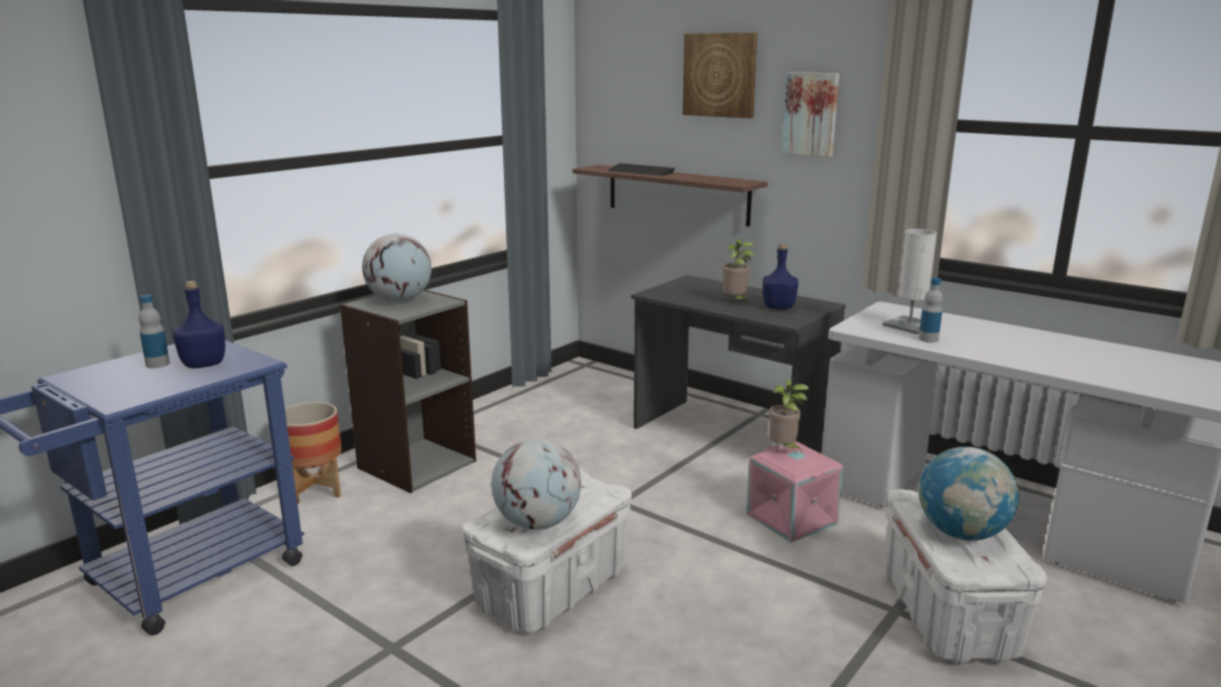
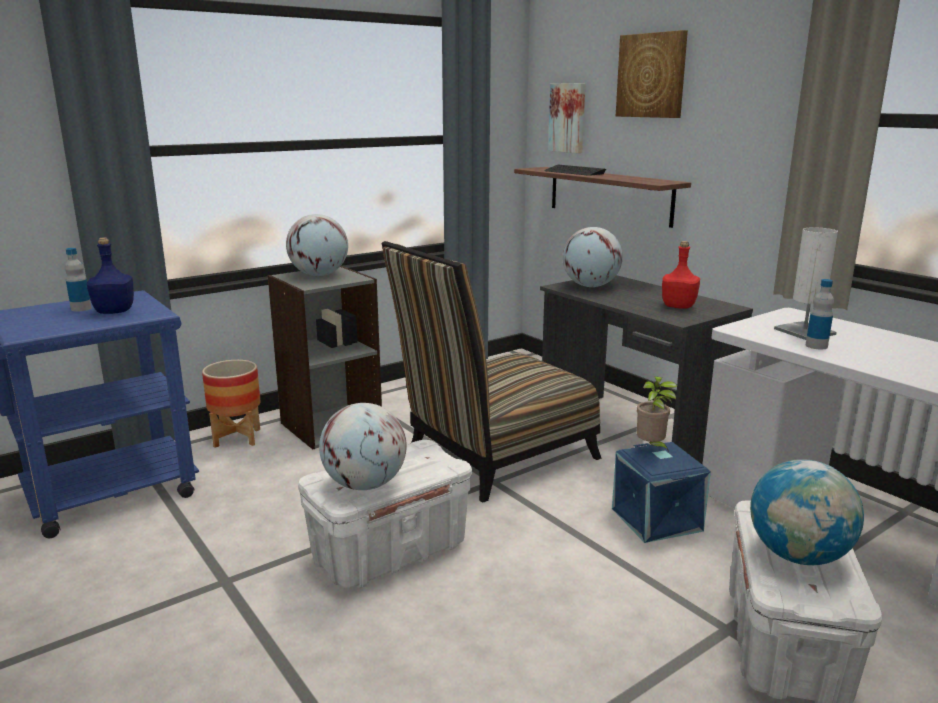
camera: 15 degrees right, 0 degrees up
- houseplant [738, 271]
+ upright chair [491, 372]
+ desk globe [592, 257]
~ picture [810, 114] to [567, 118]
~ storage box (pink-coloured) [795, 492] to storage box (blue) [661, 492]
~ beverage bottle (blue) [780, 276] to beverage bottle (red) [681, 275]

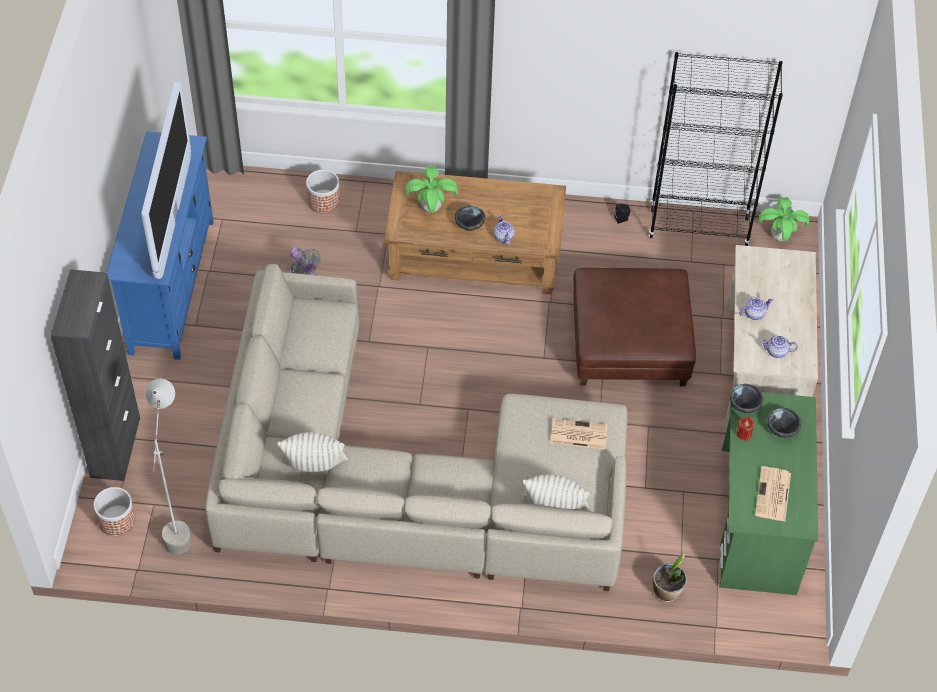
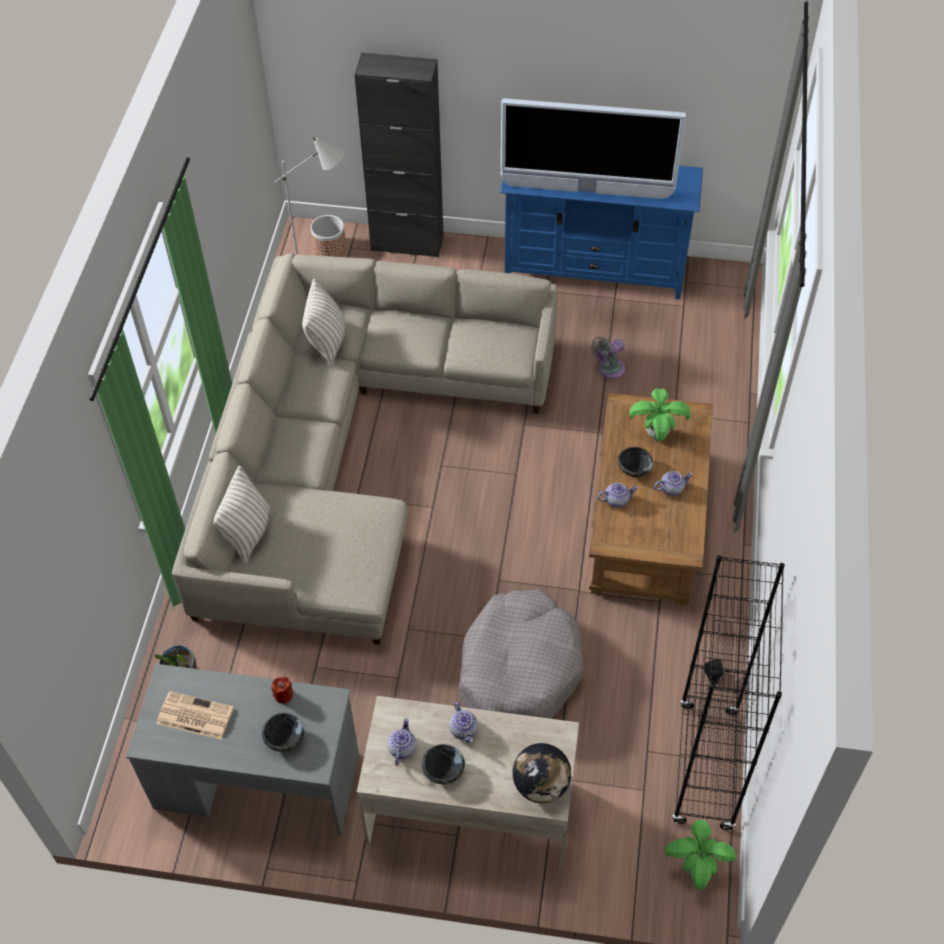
camera: 95 degrees right, 0 degrees up
- plant pot [323, 192]
- daily paper [579, 433]
+ desk globe [541, 773]
+ tea pot [673, 483]
~ deep dish (black) [746, 398] to [443, 764]
~ footrest (brown) [634, 327] to pet bed (gray) [521, 654]
~ desk table (greenish) [768, 492] to desk table (gray) [242, 750]

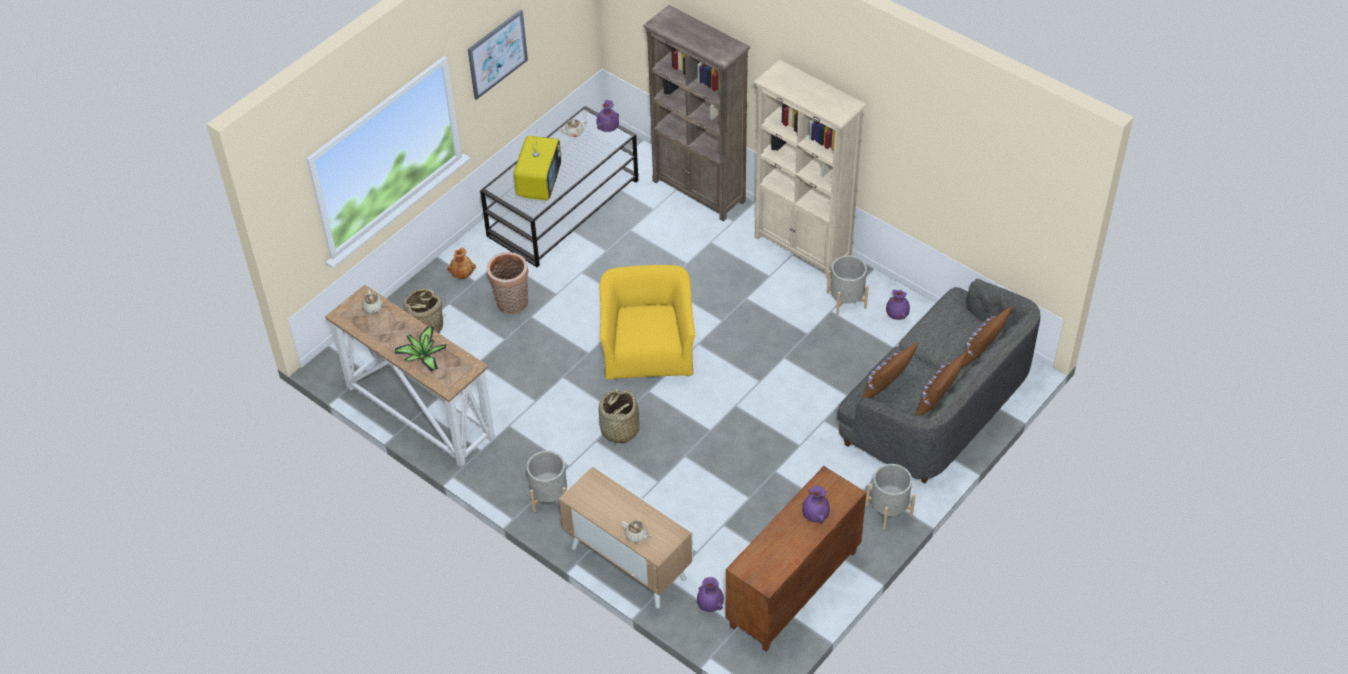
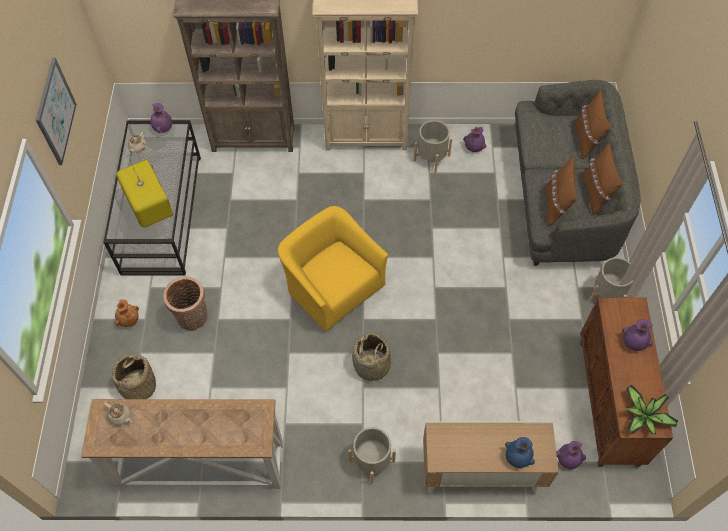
camera: 40 degrees left, 10 degrees up
~ houseplant [420, 348] to [652, 409]
~ tea pot (beige-coloured) [636, 531] to flower vase (blue) [520, 452]

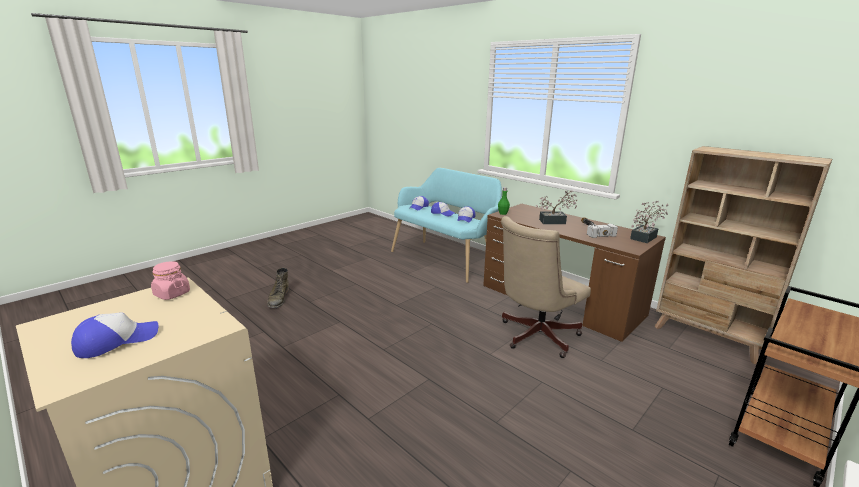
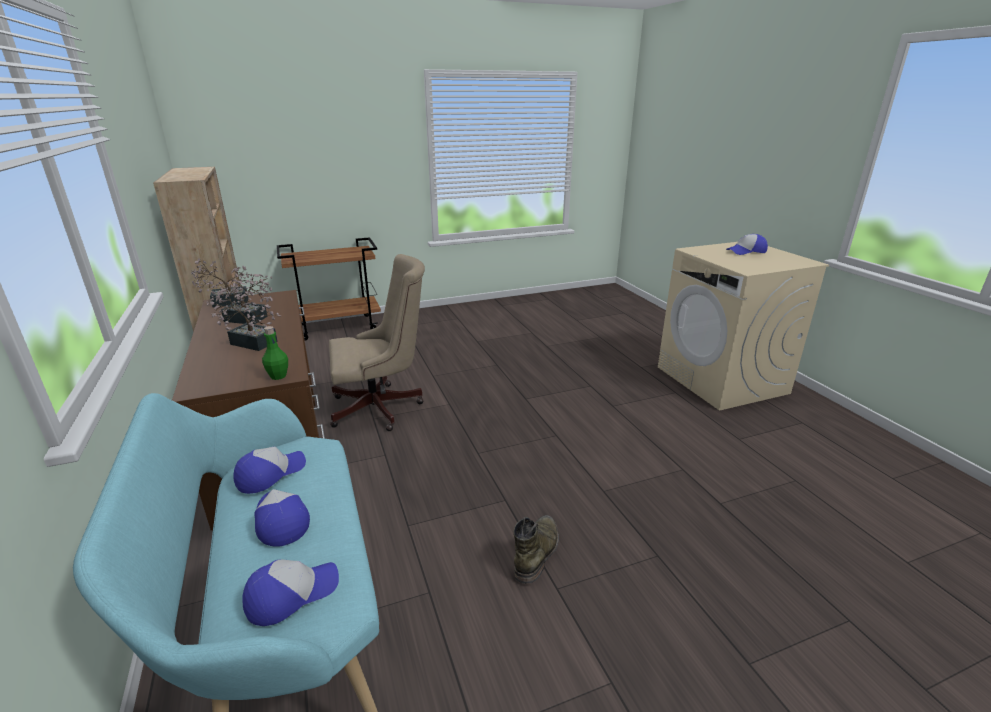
camera: 155 degrees left, 5 degrees up
- storage jar (pink-coloured) [170, 280]
~ boot (greenish) [278, 288] to [536, 549]
~ hand hammer [599, 227] to houseplant [241, 298]

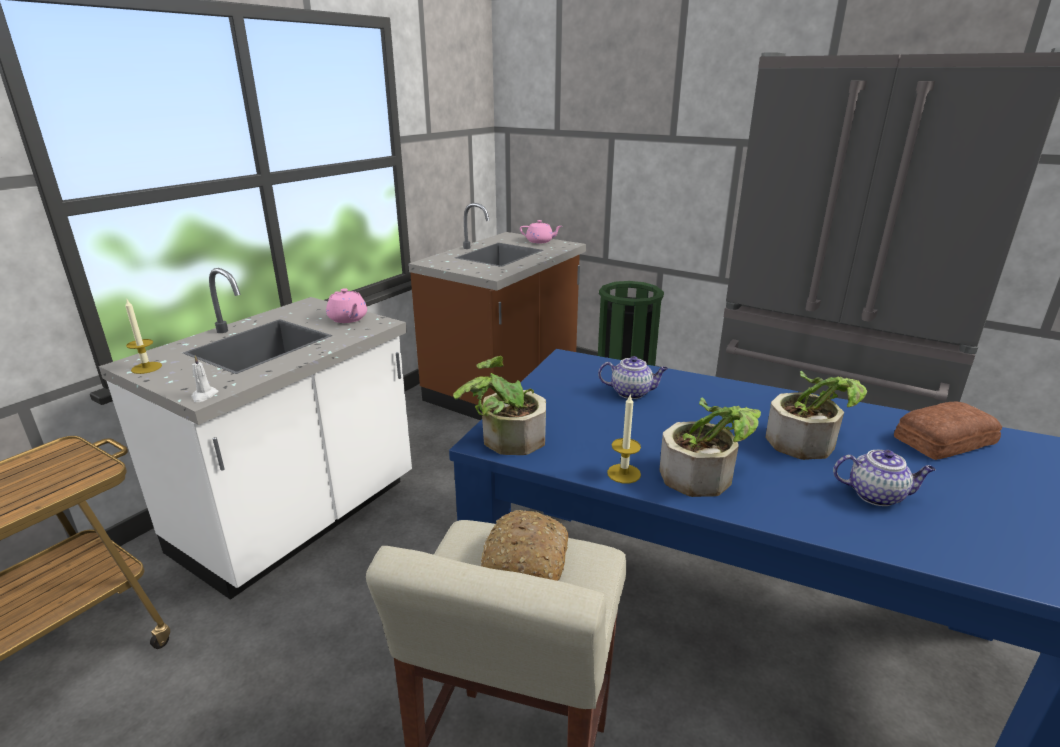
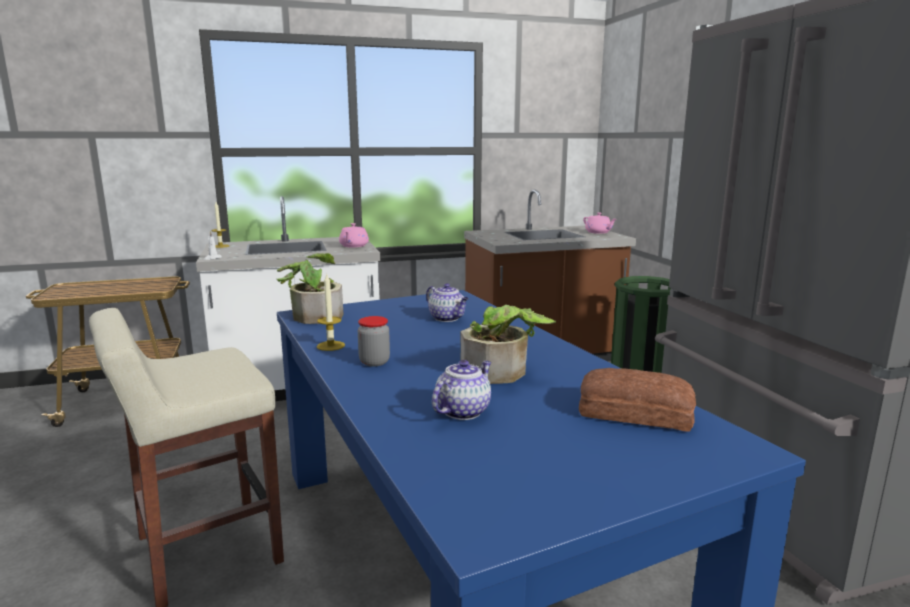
camera: 40 degrees right, 10 degrees down
- bakery bread [524, 545]
~ houseplant [710, 447] to storage jar [374, 341]
~ tea pot [884, 478] = [461, 390] 105 degrees counterclockwise

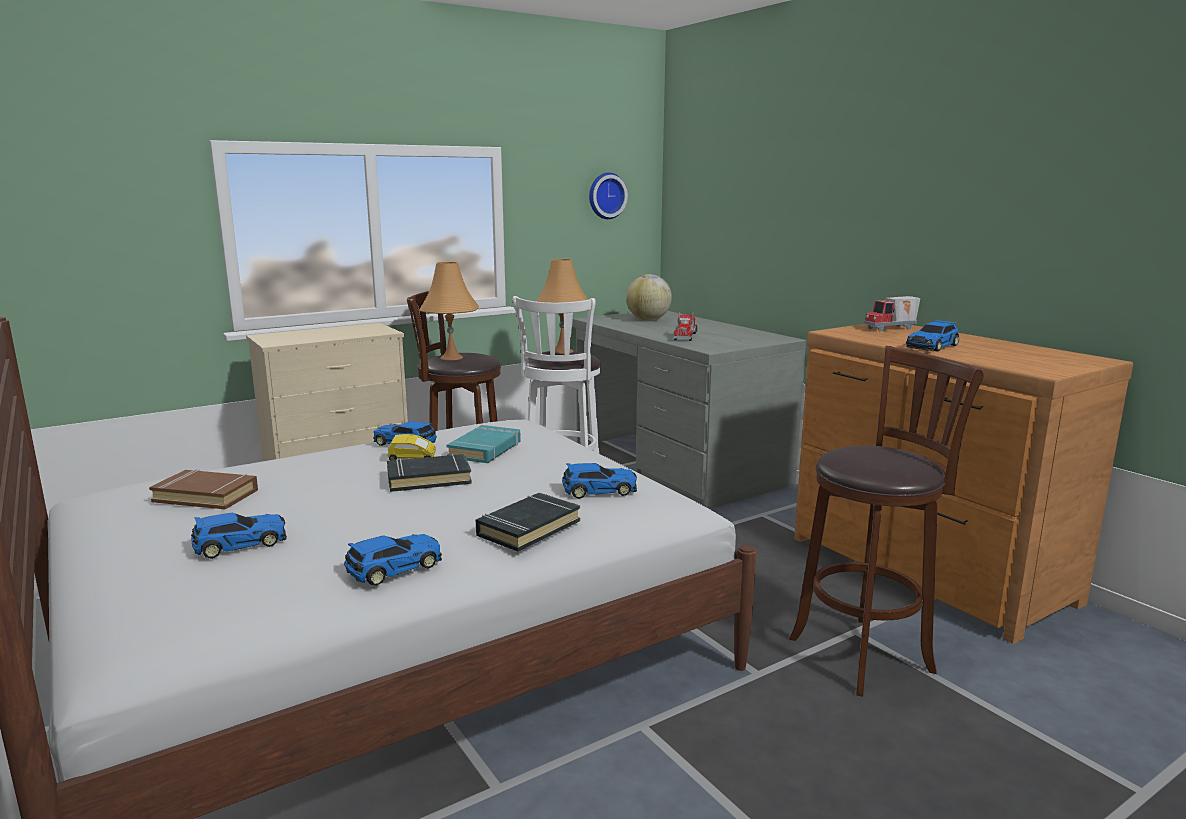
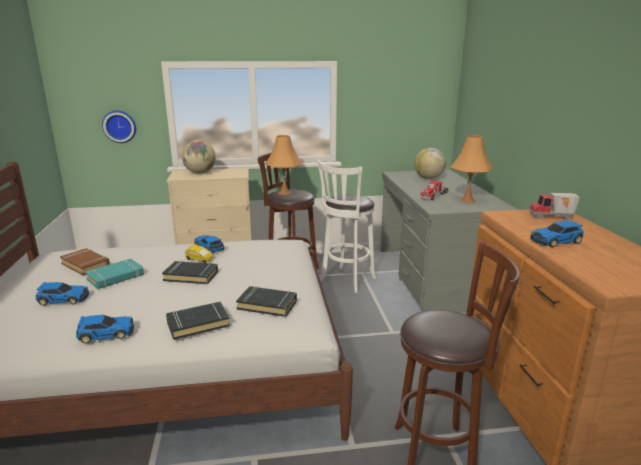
camera: 25 degrees right, 5 degrees up
+ desk globe [199, 157]
~ bound book (blue-green) [484, 444] to [114, 274]
~ table lamp (orange) [562, 306] to [471, 169]
~ hanging clock [608, 196] to [119, 127]
~ toy car [599, 481] to bound book (black) [266, 301]

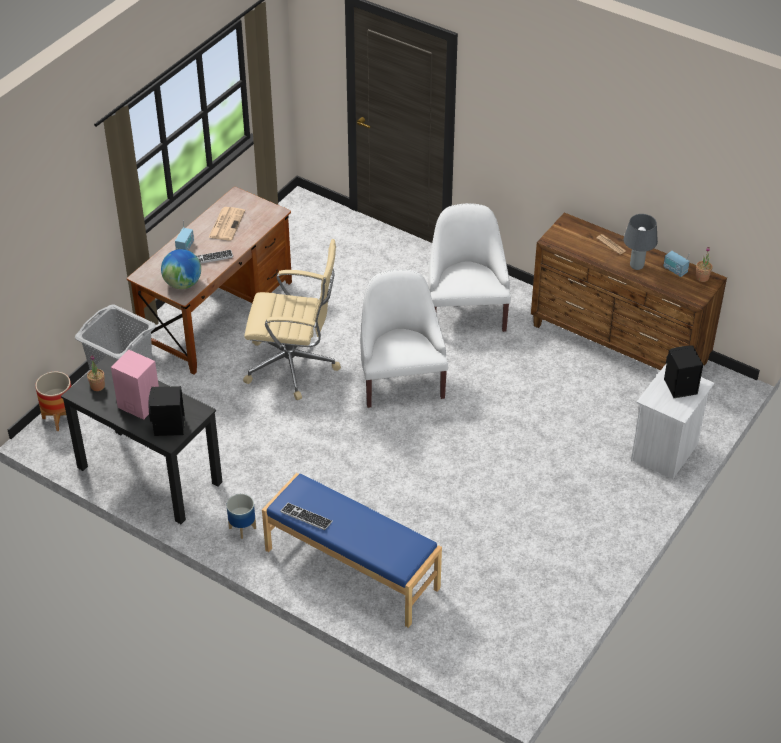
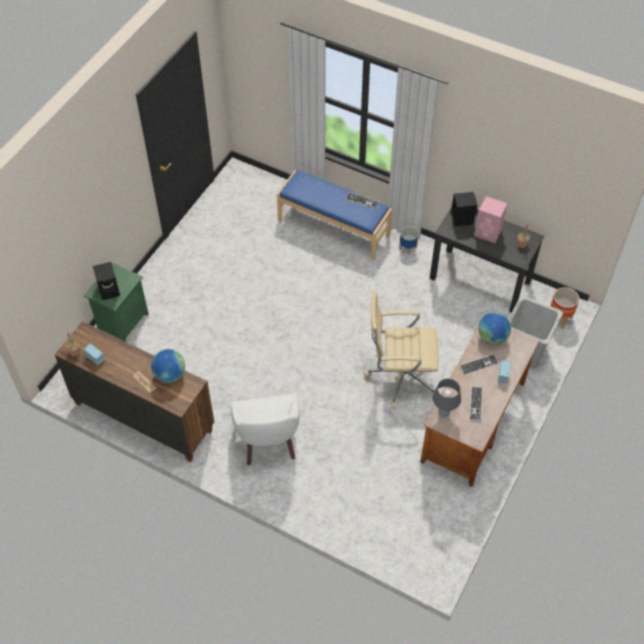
camera: 175 degrees right, 10 degrees up
- lounge chair (whitish) [404, 338]
+ desk globe [168, 366]
~ table lamp (gray) [641, 242] to [446, 398]
~ daily paper [226, 224] to PC keyboard [476, 404]
~ nightstand (whitish) [672, 421] to nightstand (greenish) [116, 302]

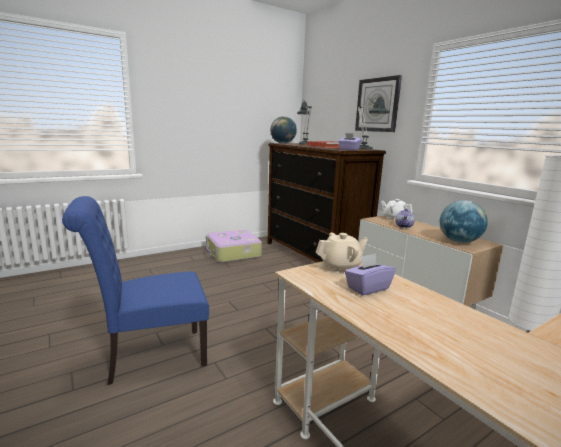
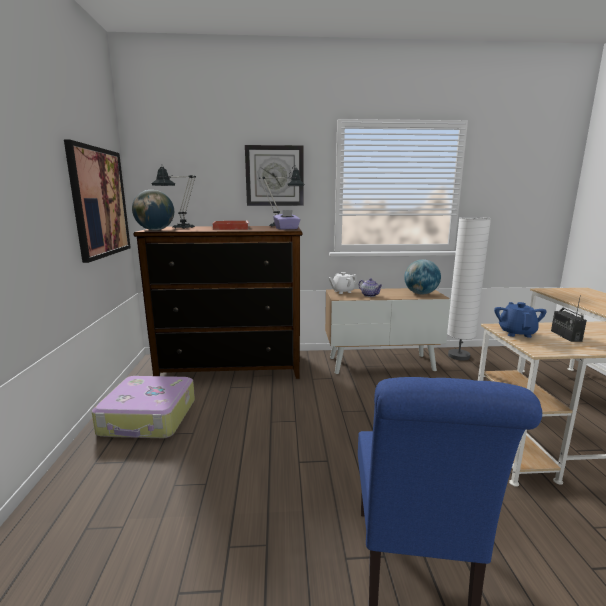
camera: 60 degrees left, 0 degrees up
+ picture [97, 201]
~ tissue holder (purplish) [370, 275] to radio [569, 318]
~ tea pot (beige-coloured) [342, 252] to tea pot (blue) [520, 320]

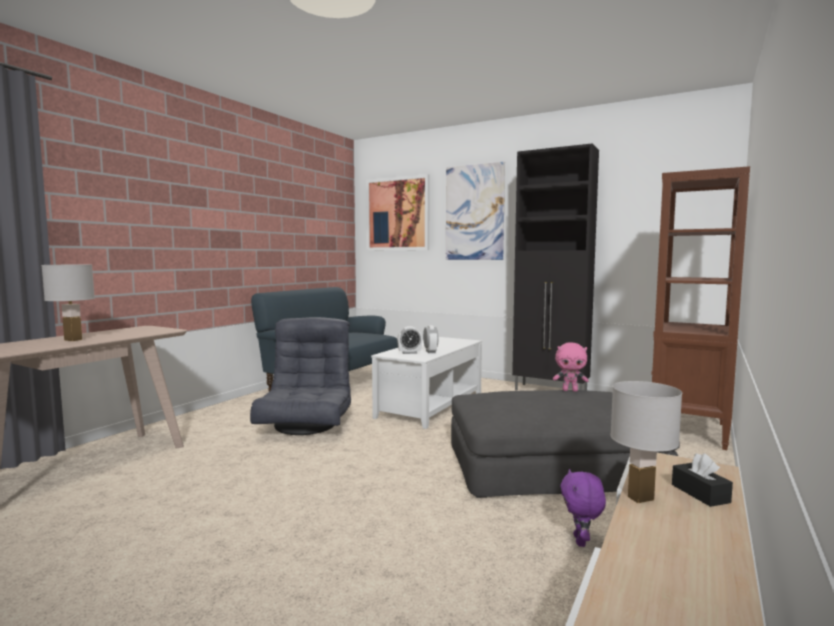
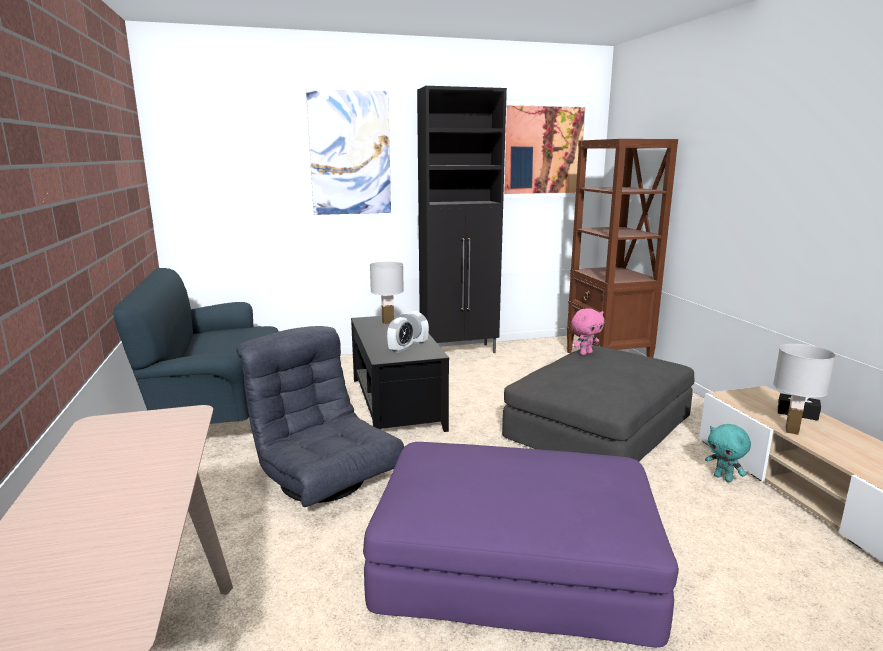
camera: 45 degrees left, 10 degrees up
+ footrest (purplish) [521, 545]
~ table lamp (whitish) [68, 303] to [387, 292]
~ picture [397, 212] to [546, 149]
~ low table (whitish) [426, 383] to low table (black) [400, 373]
~ soft toy (purplish) [583, 508] to soft toy (blue-green) [728, 453]

